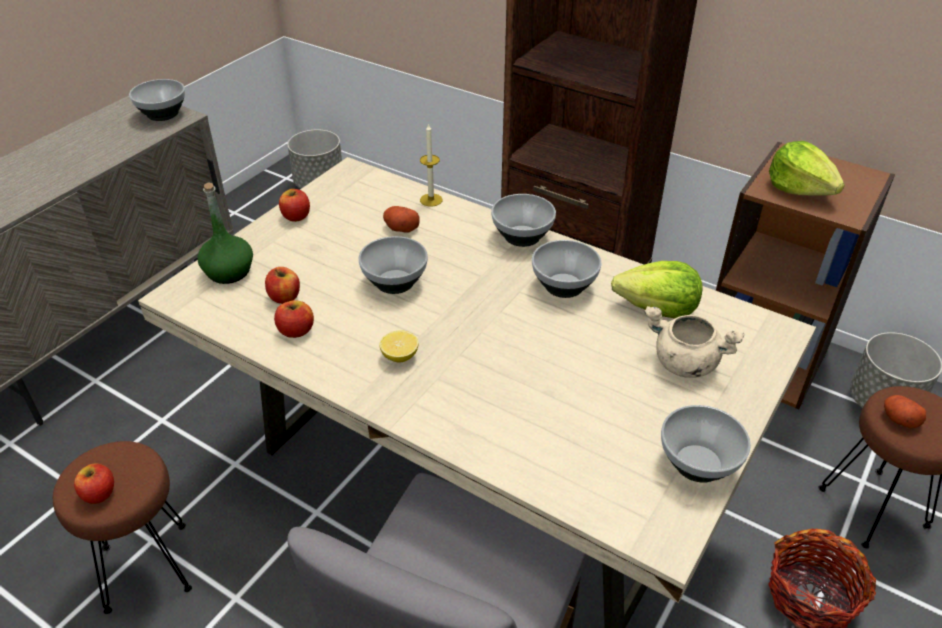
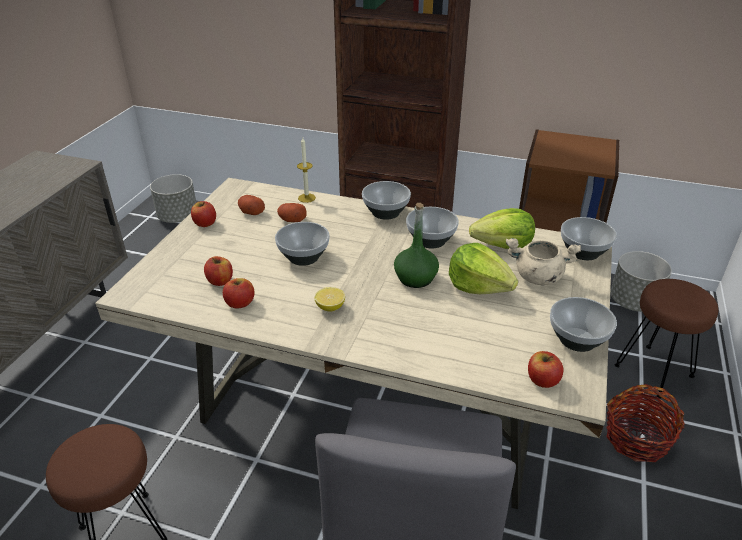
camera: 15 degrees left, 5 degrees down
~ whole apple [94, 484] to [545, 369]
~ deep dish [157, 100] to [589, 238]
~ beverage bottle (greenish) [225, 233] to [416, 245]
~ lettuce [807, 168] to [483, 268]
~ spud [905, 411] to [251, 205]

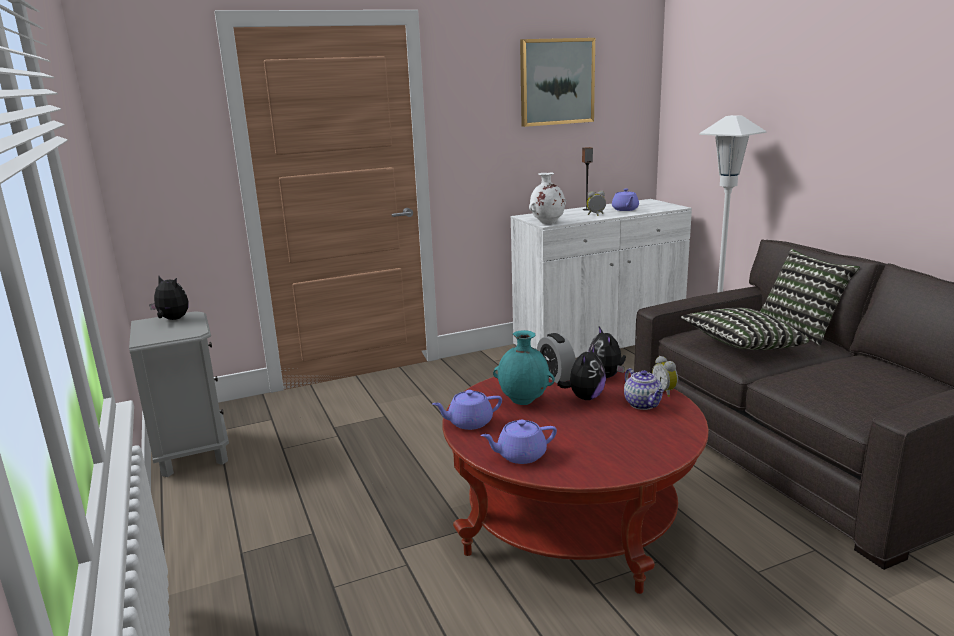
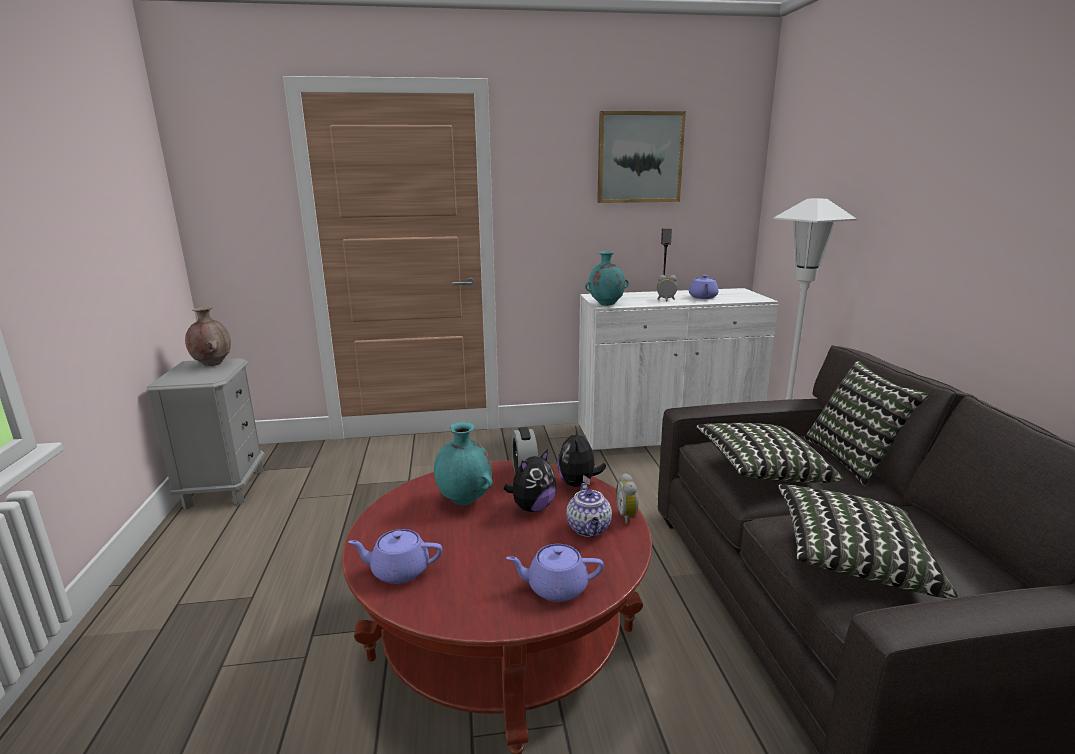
camera: 15 degrees right, 0 degrees up
+ pillow [867, 541]
~ tea pot (purplish) [467, 410] to [555, 573]
~ soft toy [169, 298] to flower vase (brown) [208, 336]
~ flower vase (whitish) [547, 198] to flower vase (blue-green) [607, 278]

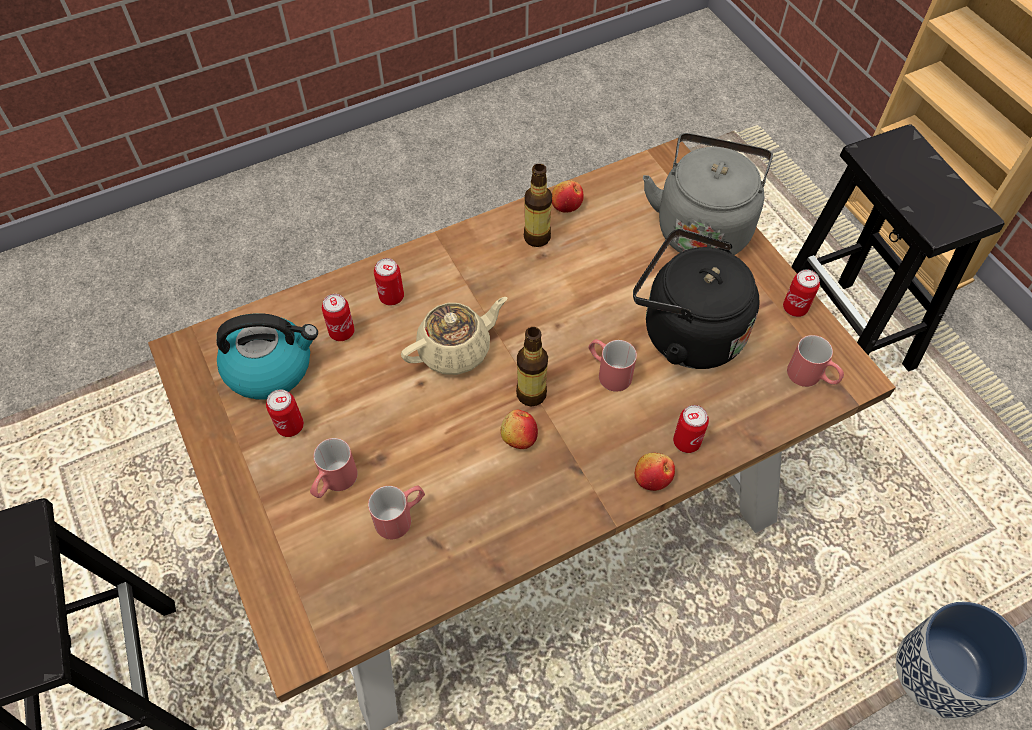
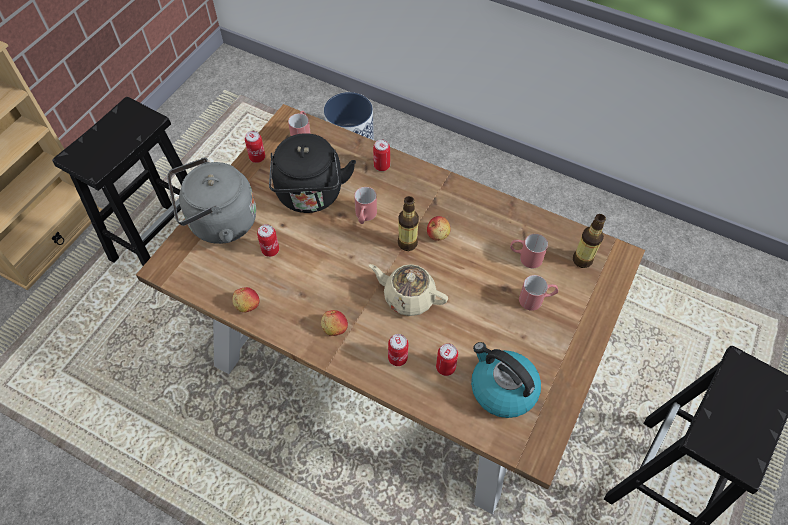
camera: 125 degrees left, 0 degrees up
~ can [285, 413] to [268, 240]
~ beverage bottle [538, 205] to [589, 241]
~ whole apple [655, 472] to [334, 323]

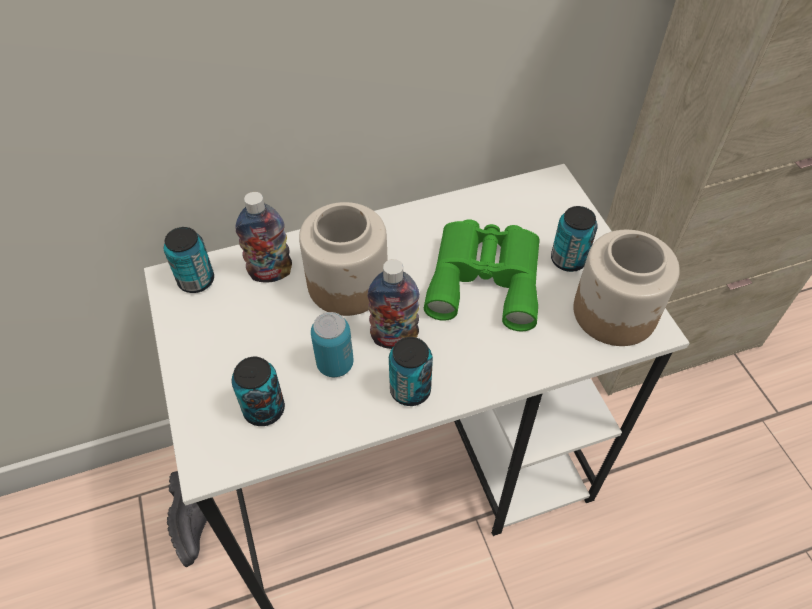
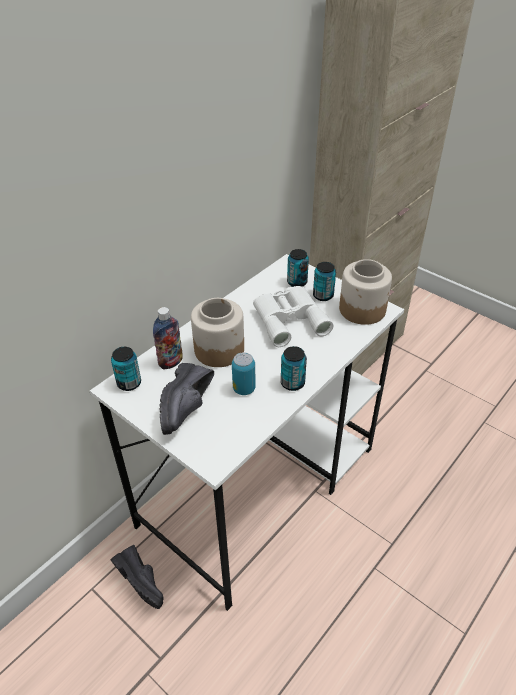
camera: 30 degrees left, 10 degrees down
- beverage bottle [393, 304]
+ low shoe (black) [187, 399]
~ can [258, 391] to [298, 268]
~ field glasses (greenish) [482, 275] to field glasses (whitish) [293, 316]

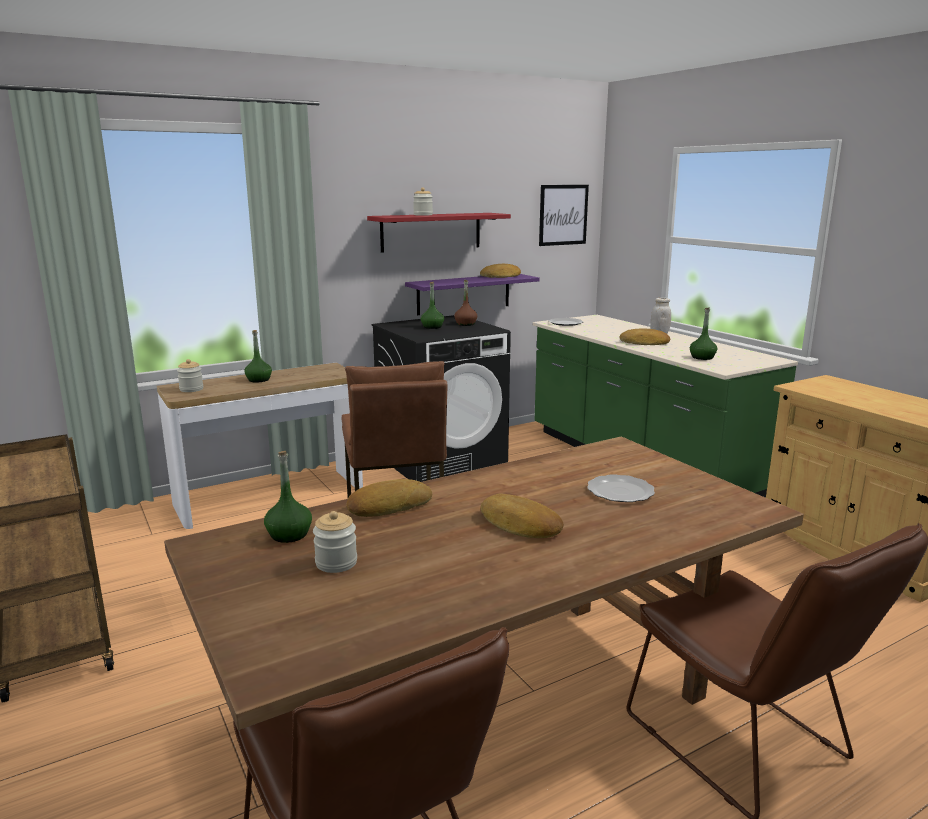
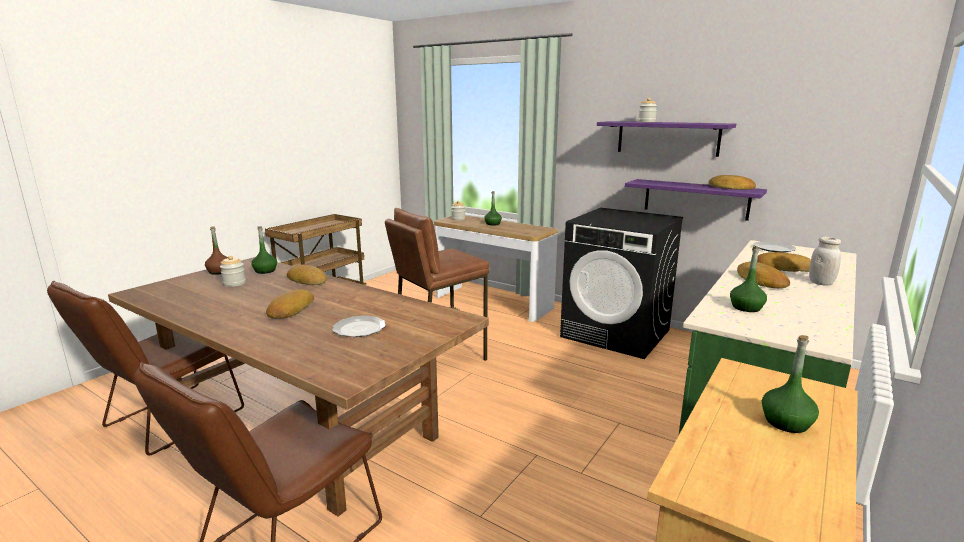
camera: 65 degrees right, 0 degrees up
- picture [564, 215]
+ bakery bread [784, 262]
~ beverage bottle (greenish) [432, 305] to [790, 384]
~ beverage bottle (brown) [465, 303] to [216, 250]
~ shelf (red) [439, 233] to shelf (purplish) [666, 139]

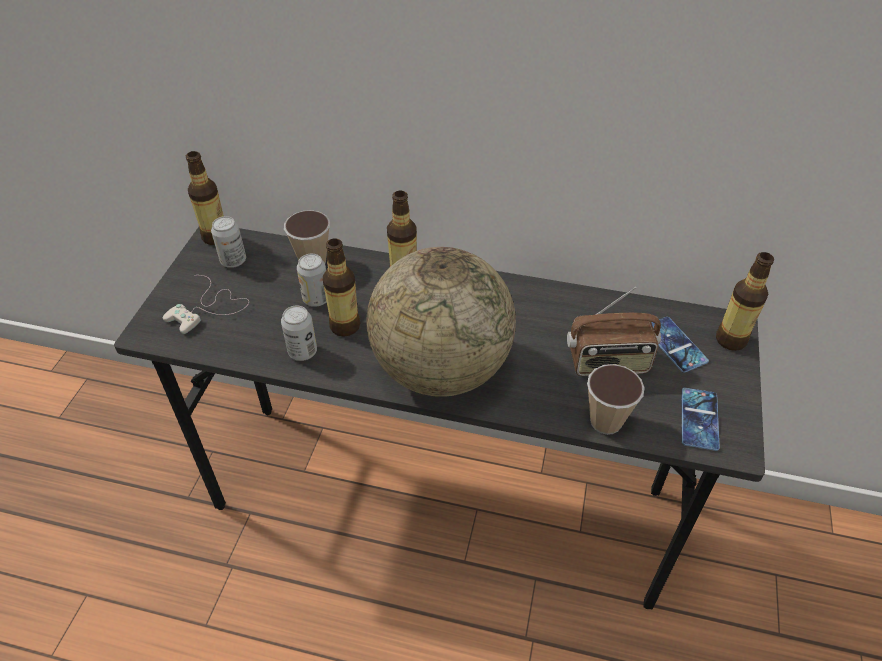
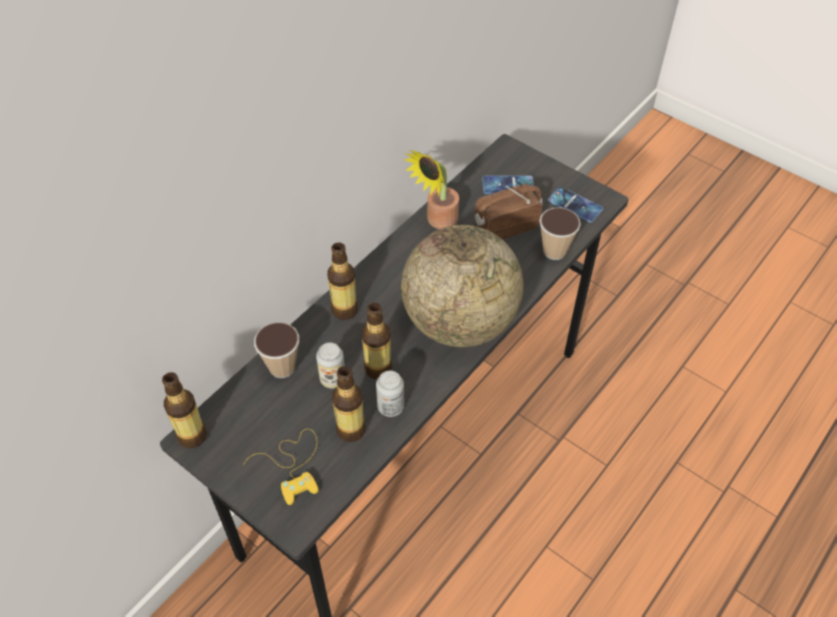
camera: 65 degrees left, 5 degrees up
- can [228, 242]
+ houseplant [431, 189]
~ beverage bottle [745, 301] to [349, 404]
~ game controller (whitish) [206, 304] to game controller (yellowish) [281, 467]
~ radio [614, 331] = [509, 212] 135 degrees counterclockwise

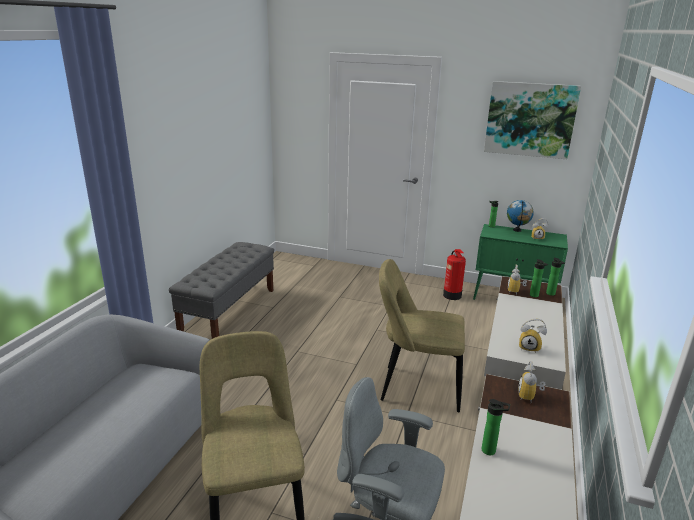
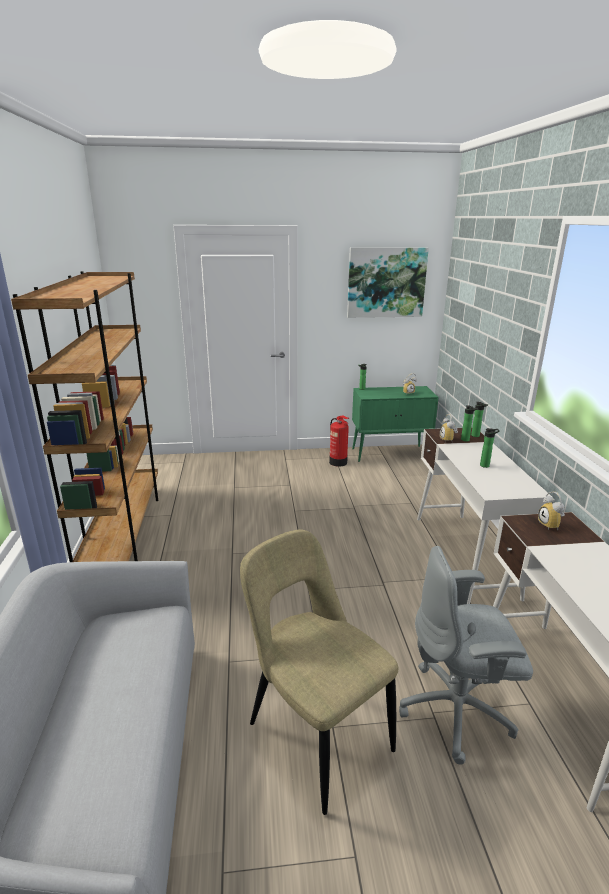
camera: 25 degrees left, 0 degrees up
- upright chair (beige-coloured) [422, 335]
- desk globe [520, 216]
- table clock [533, 336]
~ beverage bottle [496, 427] to [490, 448]
~ long seat (gray) [221, 290] to bookshelf (brown) [84, 416]

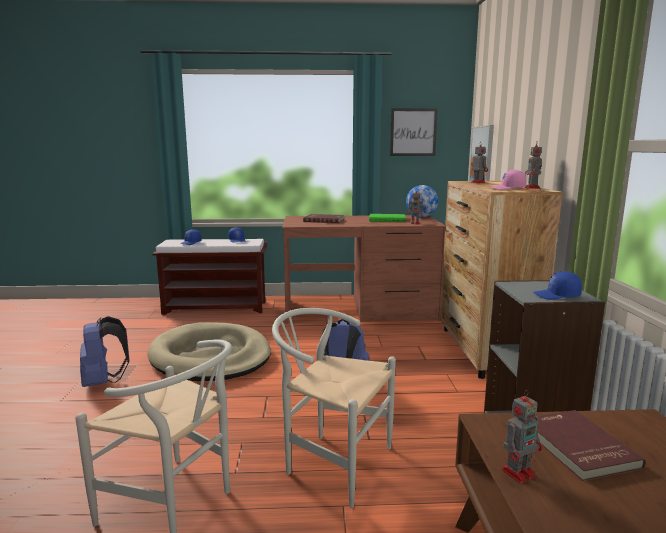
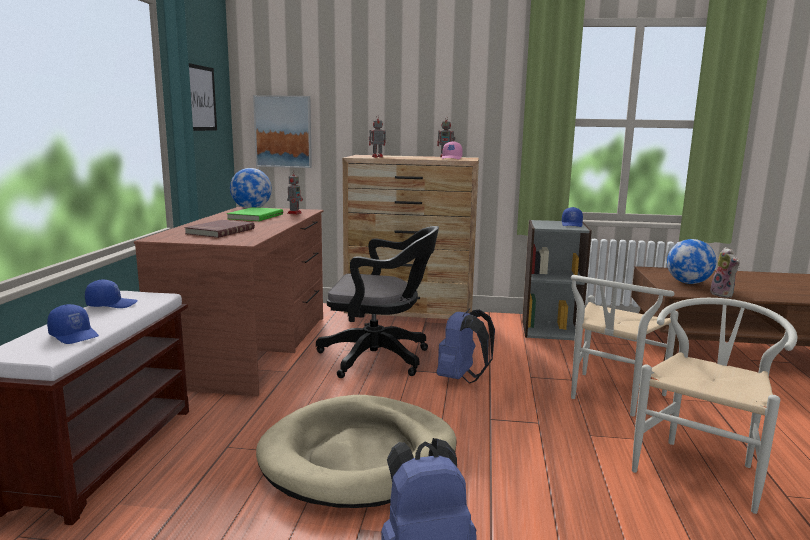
camera: 80 degrees left, 0 degrees up
+ computer chair (black) [377, 302]
~ model robot [522, 437] to soft toy [725, 272]
~ bound book (red) [591, 445] to desk globe [691, 261]

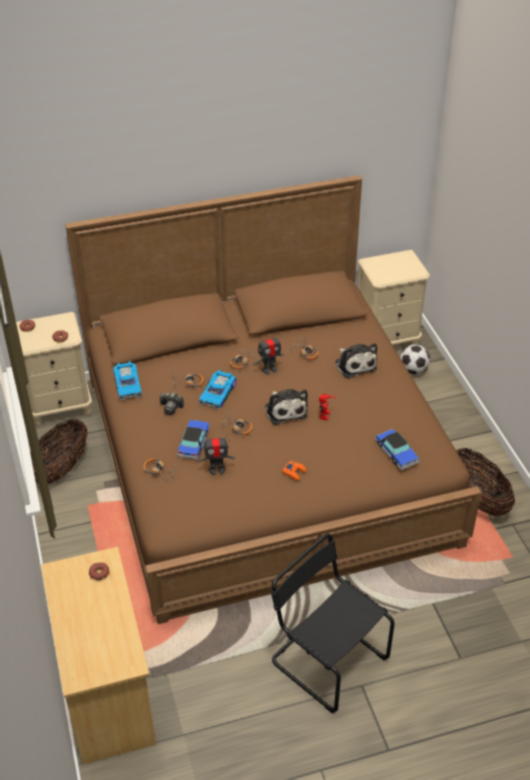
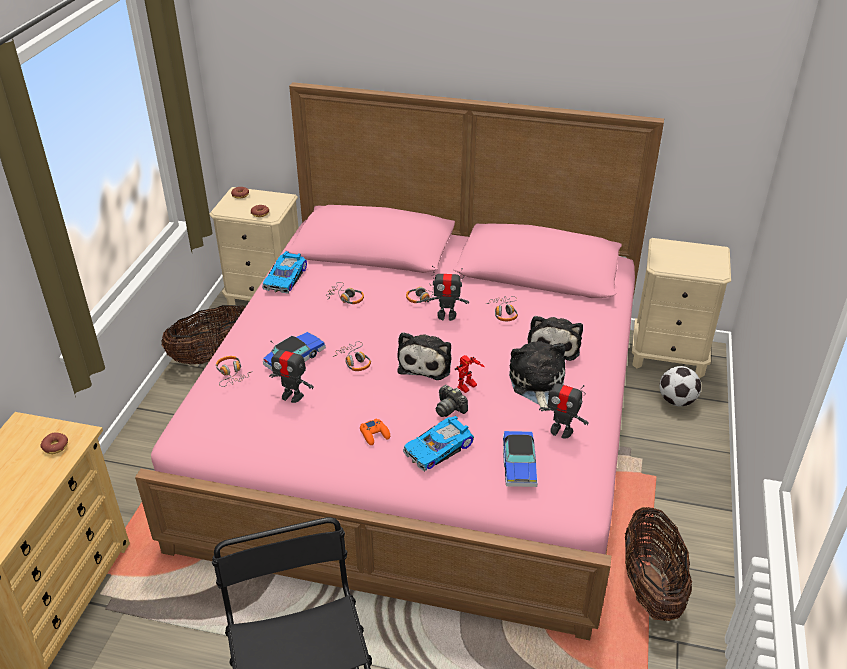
camera: 30 degrees right, 5 degrees down
+ soft toy [537, 376]
+ model robot [563, 406]
~ still camera [171, 403] to [452, 401]
~ toy car [217, 389] to [438, 444]
~ sleeping bed (brown) [273, 399] to sleeping bed (pink-coloured) [399, 361]

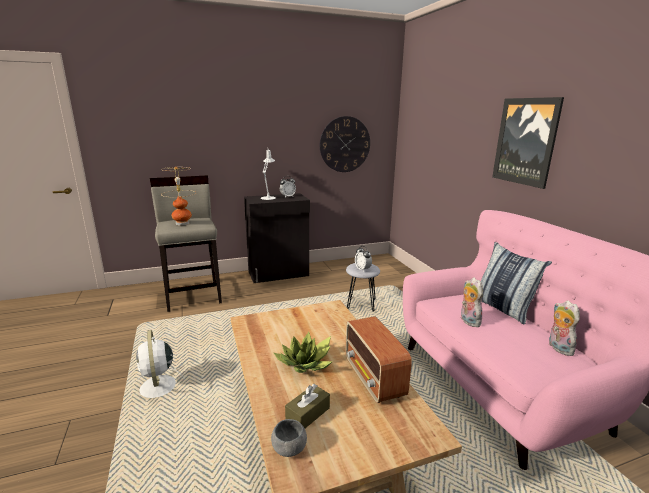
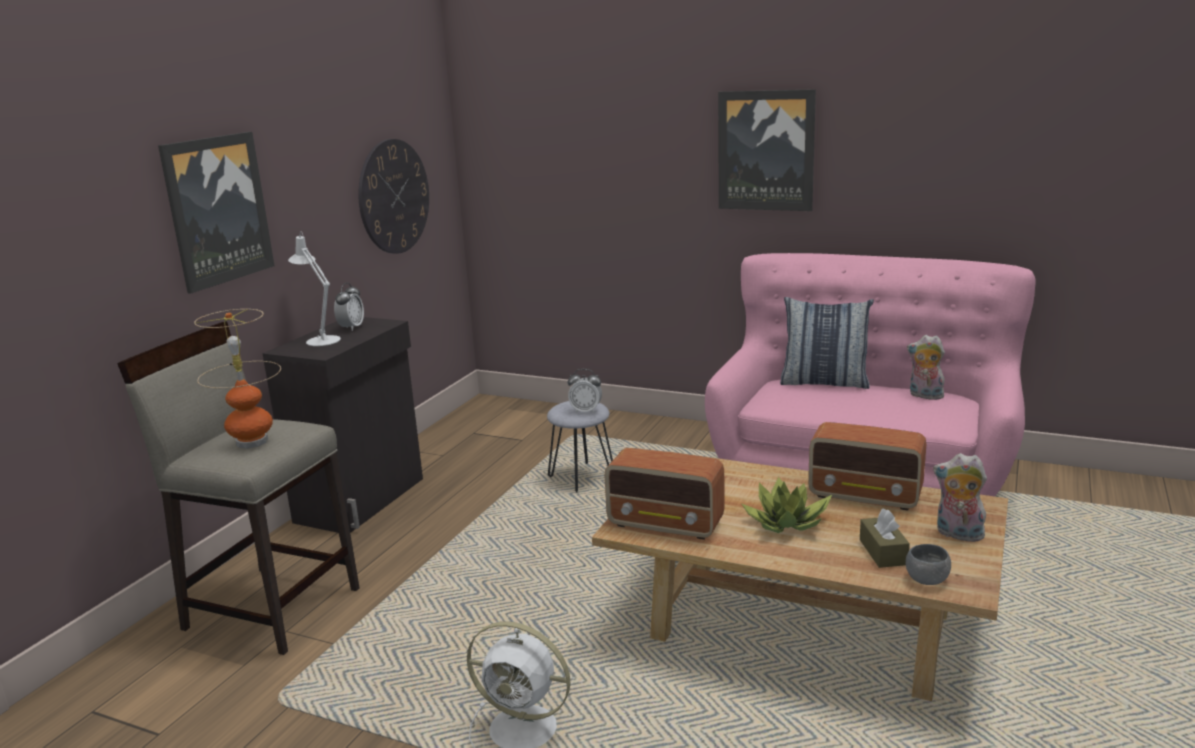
camera: 45 degrees left, 0 degrees up
+ picture [216, 213]
+ radio [664, 494]
~ soft toy [472, 302] to [960, 497]

